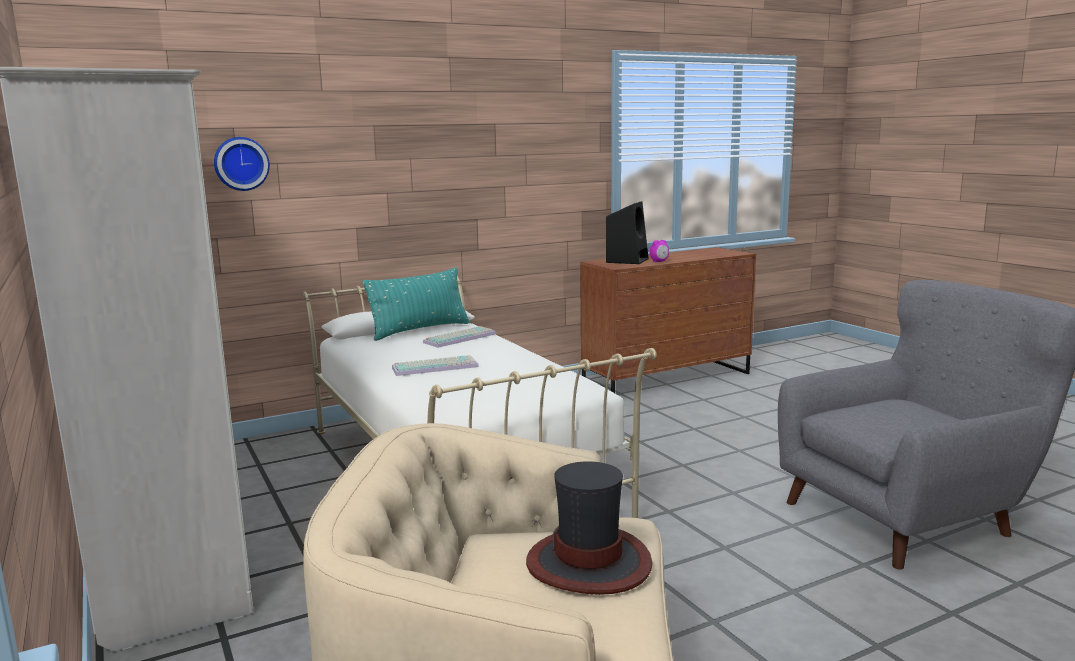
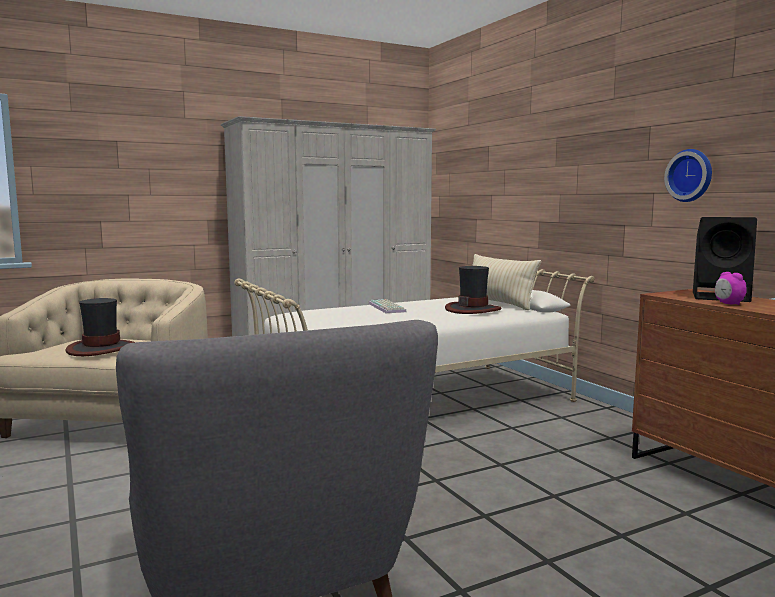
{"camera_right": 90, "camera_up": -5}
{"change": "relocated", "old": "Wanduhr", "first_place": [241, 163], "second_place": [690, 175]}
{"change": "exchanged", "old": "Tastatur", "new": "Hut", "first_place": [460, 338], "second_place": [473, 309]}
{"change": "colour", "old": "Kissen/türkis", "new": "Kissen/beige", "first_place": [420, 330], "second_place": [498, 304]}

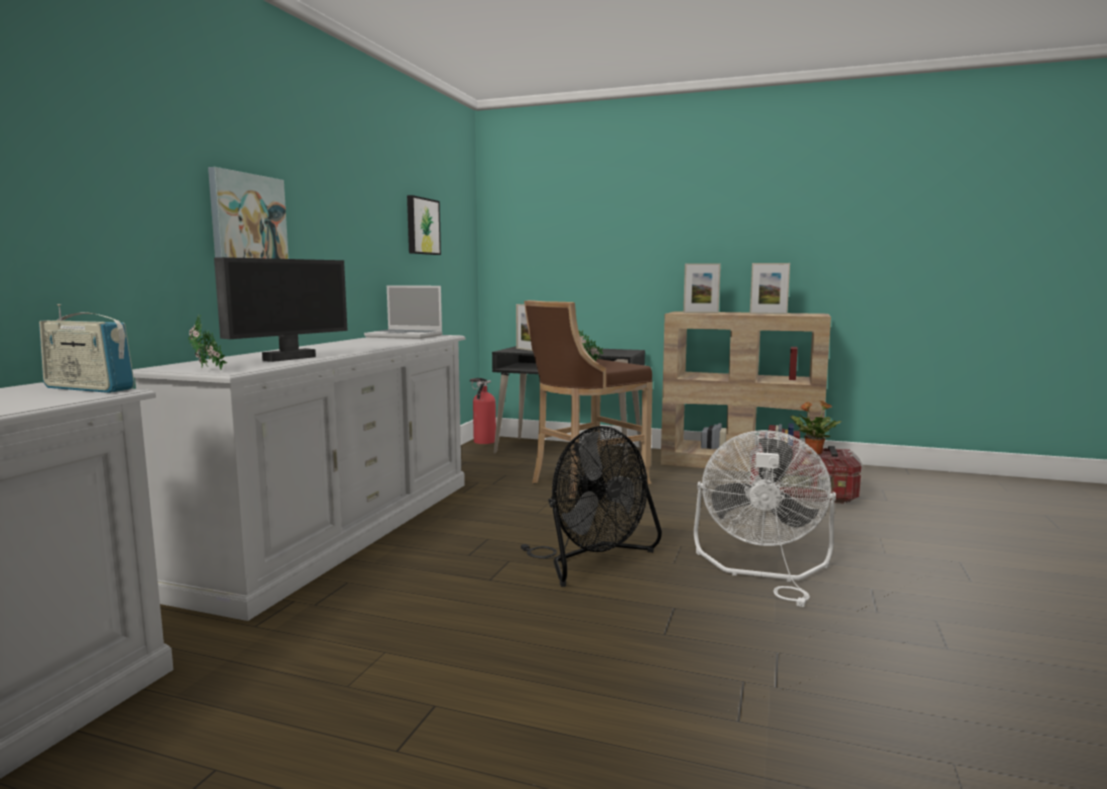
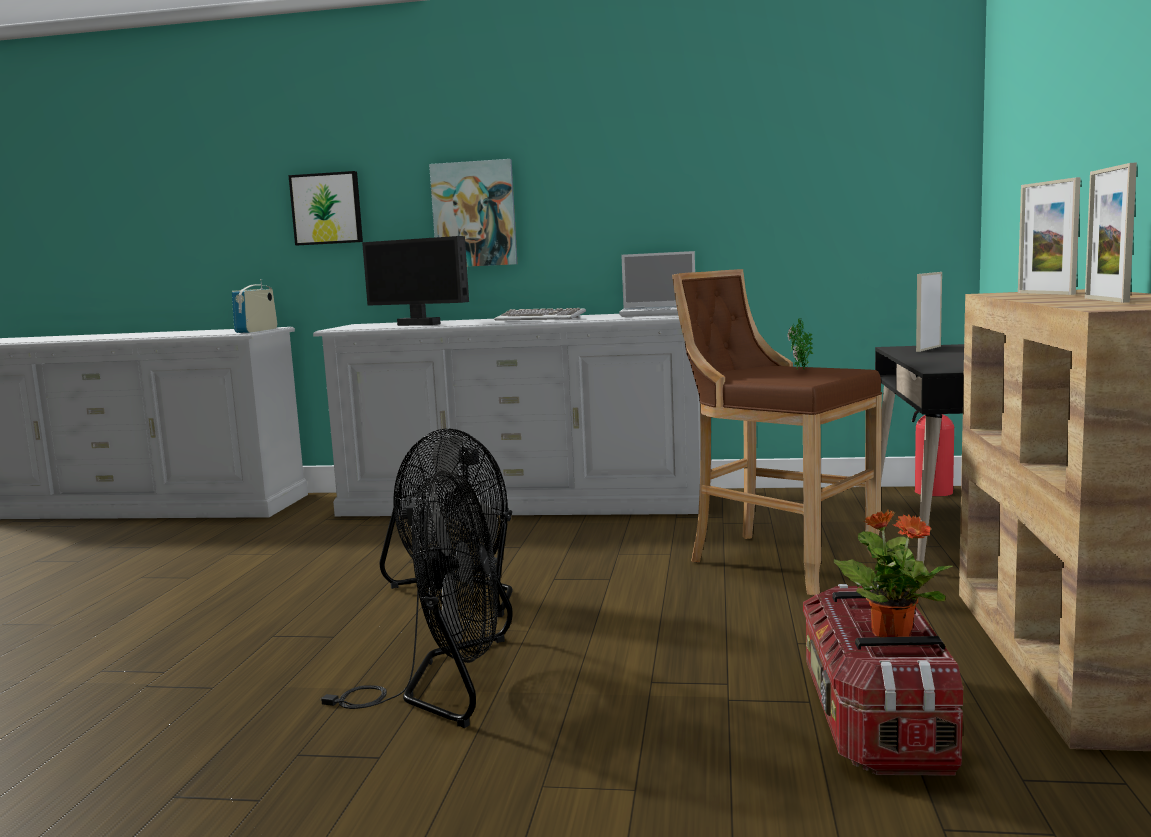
{"camera_right": 80, "camera_up": 0}
{"change": "missing", "old": "Topfpflanze", "first_place": [208, 371]}
{"change": "appeared", "new": "Tastatur", "second_place": [541, 319]}
{"change": "relocated", "old": "Bild", "first_place": [422, 226], "second_place": [327, 208]}
{"change": "colour", "old": "Ventilator/weiß", "new": "Ventilator/schwarz", "first_place": [766, 570], "second_place": [444, 683]}
{"change": "spun", "old": "Laptop", "first_place": [405, 336], "second_place": [660, 313], "degrees": -90}

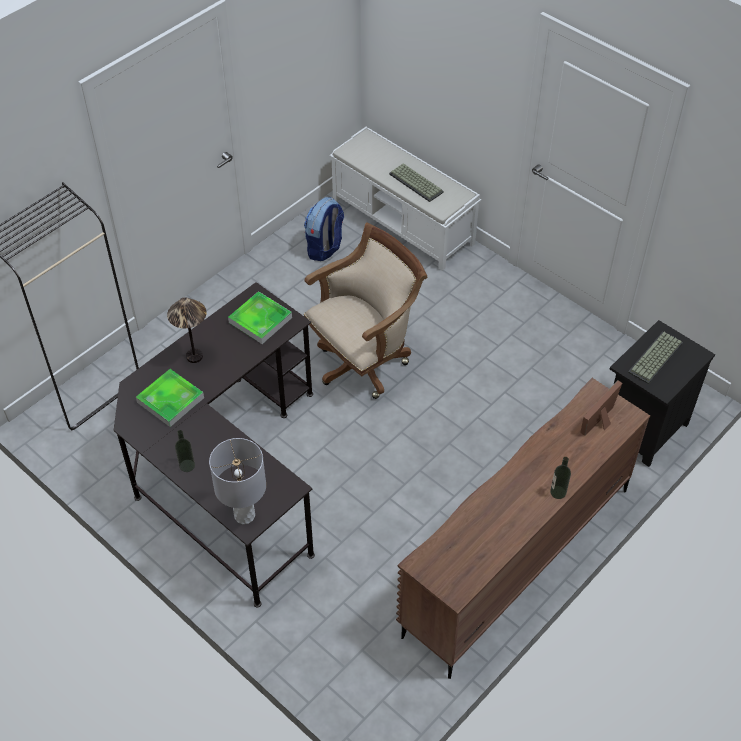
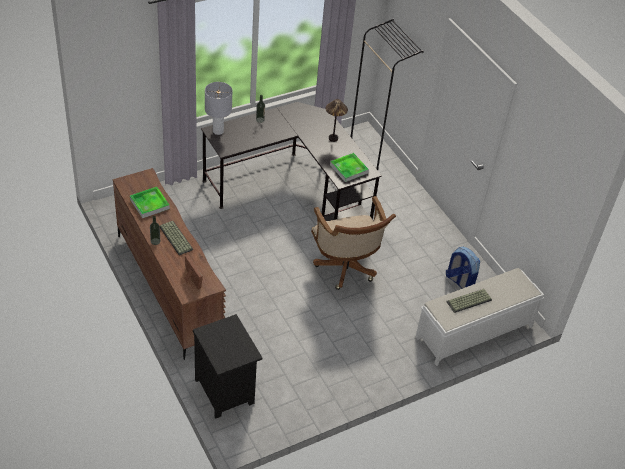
{"camera_right": 105, "camera_up": -5}
{"change": "relocated", "old": "Tablett", "first_place": [170, 400], "second_place": [149, 204]}
{"change": "relocated", "old": "Tastatur", "first_place": [656, 359], "second_place": [175, 238]}

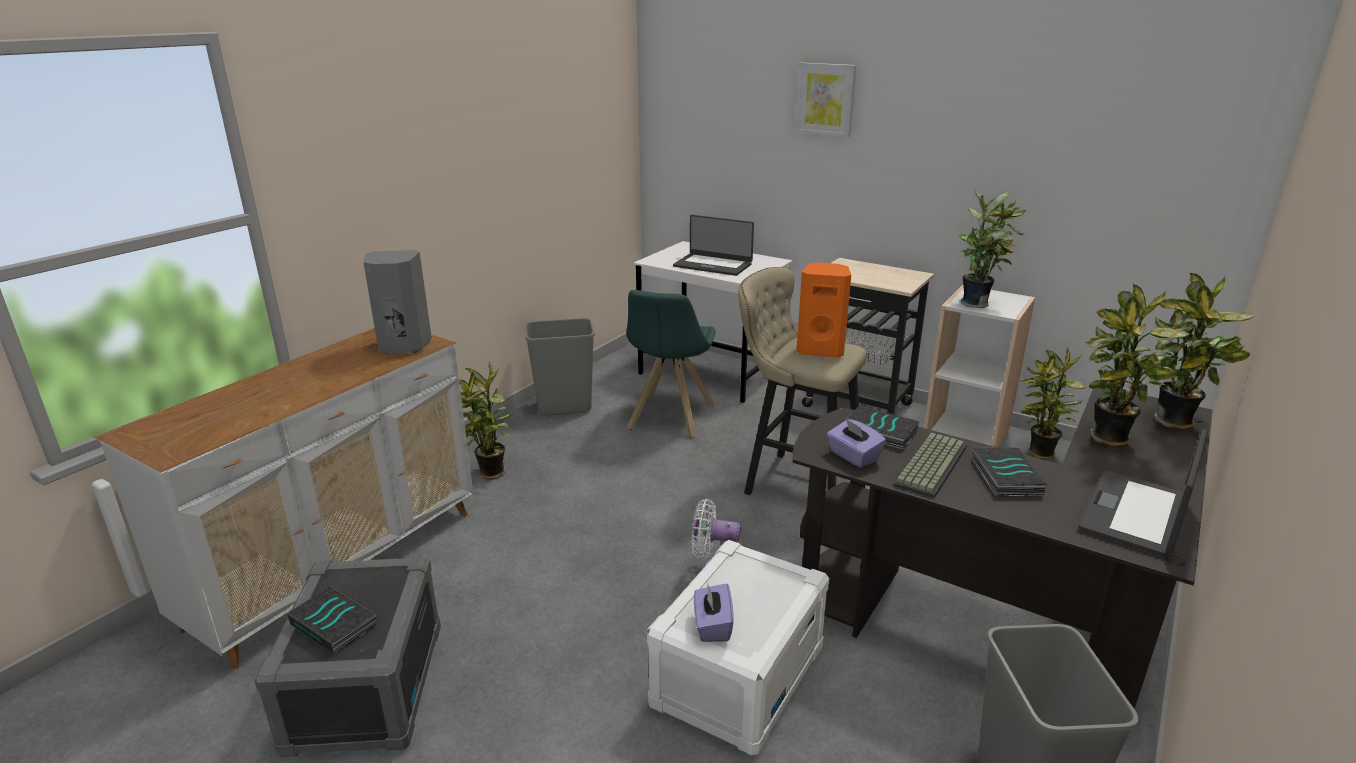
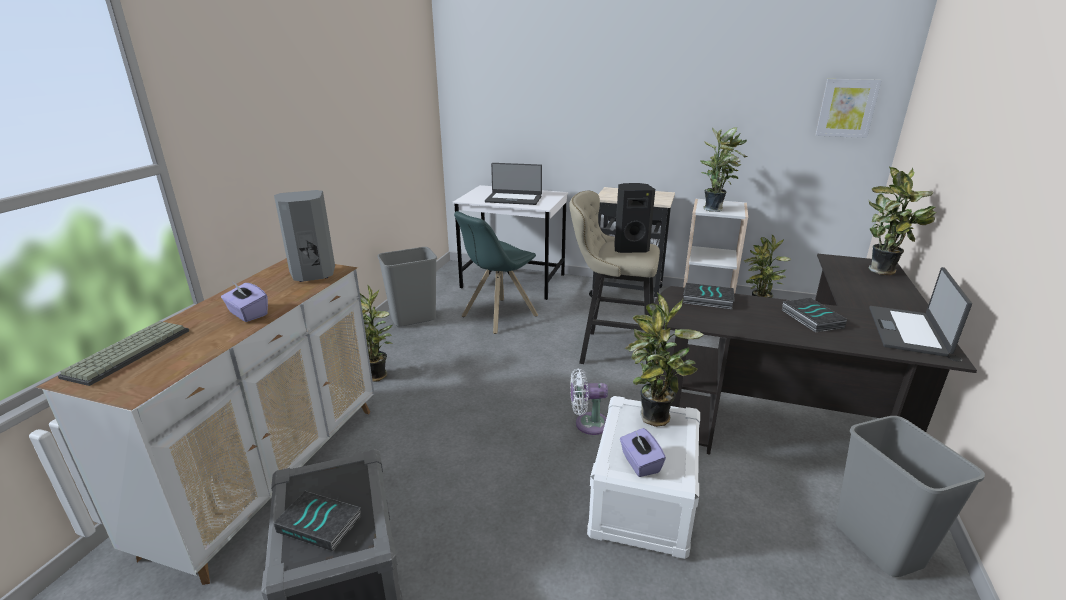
{"camera_right": -15, "camera_up": 0}
{"change": "relocated", "old": "Bild", "first_place": [825, 99], "second_place": [846, 108]}
{"change": "relocated", "old": "Taschentuchbox/lila", "first_place": [853, 456], "second_place": [247, 314]}
{"change": "relocated", "old": "Tastatur", "first_place": [929, 464], "second_place": [128, 352]}
{"change": "relocated", "old": "Topfpflanze", "first_place": [1108, 440], "second_place": [654, 420]}
{"change": "colour", "old": "Lautsprecher/orange", "new": "Lautsprecher/schwarz", "first_place": [820, 350], "second_place": [630, 249]}
{"change": "spun", "old": "Stuhl/türkis", "first_place": [670, 417], "second_place": [498, 316], "degrees": 45}

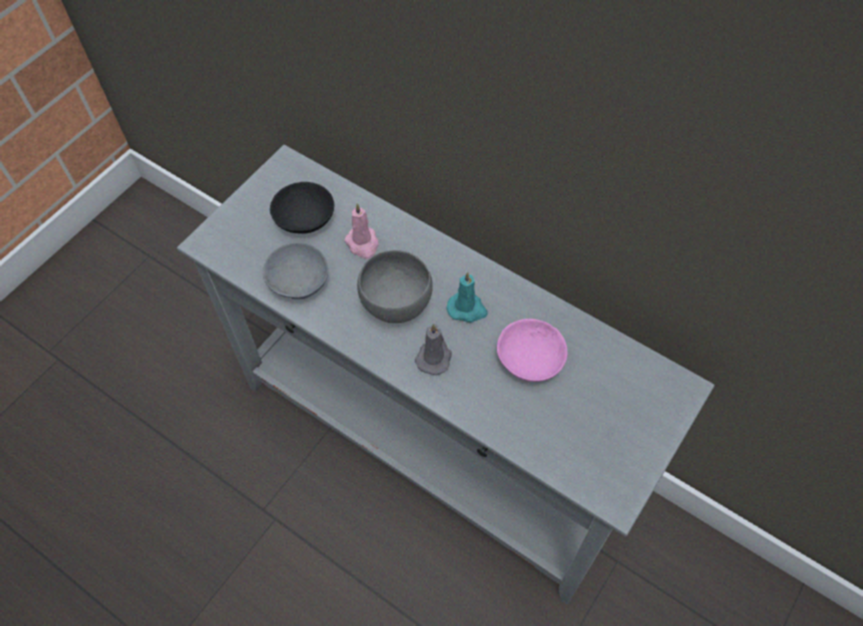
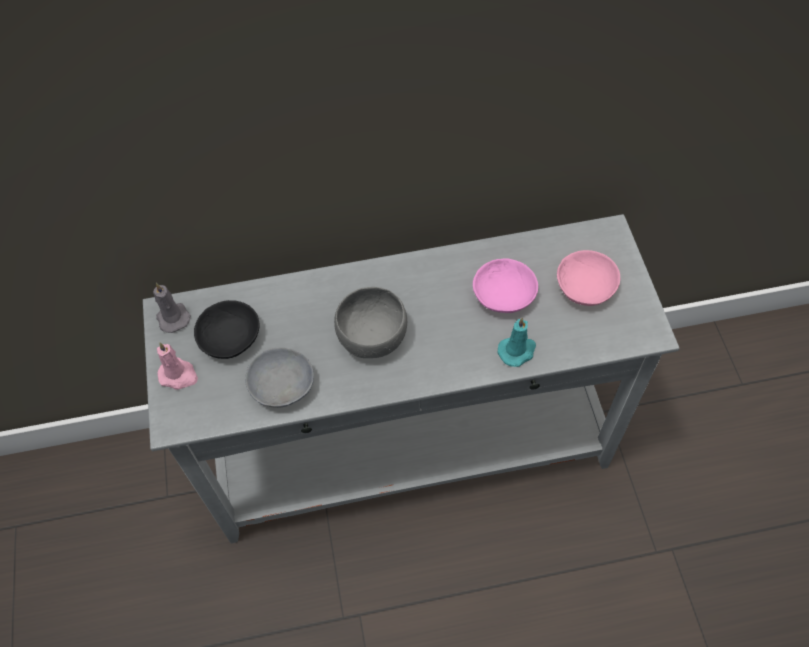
{"camera_right": -45, "camera_up": 0}
{"change": "appeared", "new": "Schüssel/rosa", "second_place": [586, 289]}
{"change": "relocated", "old": "Kerze/rosa", "first_place": [363, 244], "second_place": [179, 375]}
{"change": "relocated", "old": "Kerze/grau", "first_place": [434, 357], "second_place": [172, 317]}
{"change": "relocated", "old": "Kerze/türkis", "first_place": [467, 309], "second_place": [517, 351]}

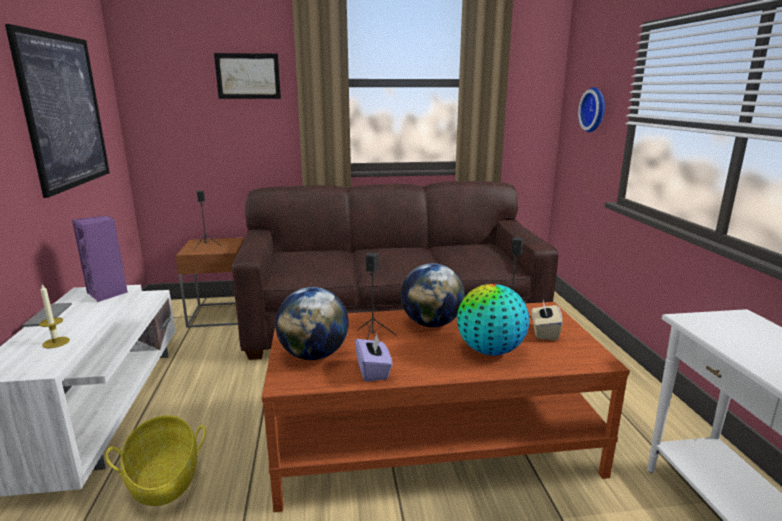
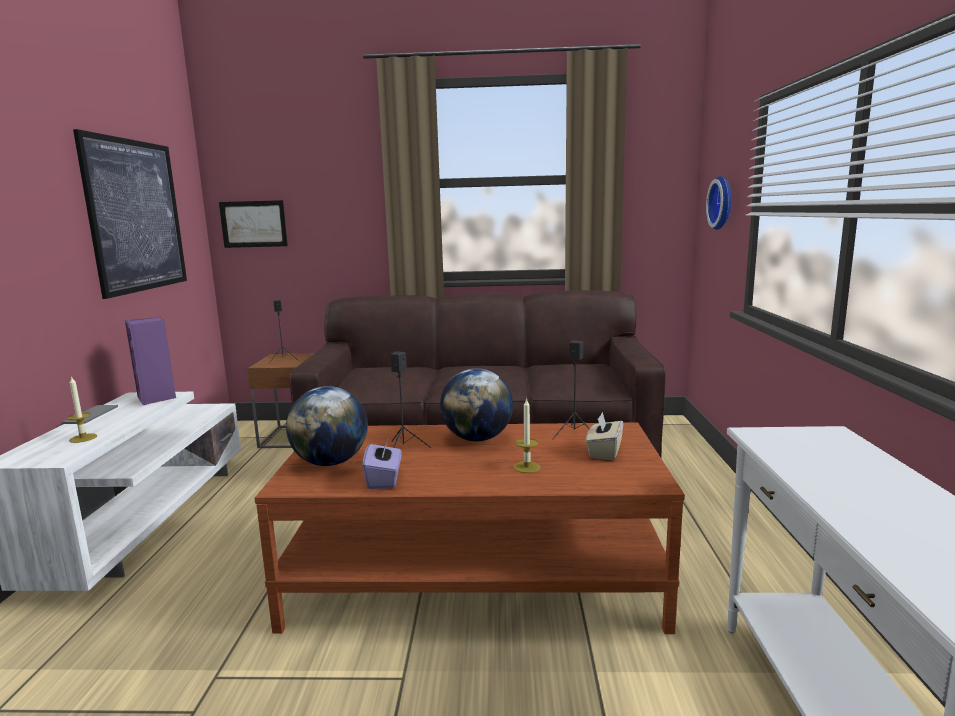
{"camera_right": 10, "camera_up": -5}
{"change": "missing", "old": "Korb", "first_place": [164, 479]}
{"change": "relocated", "old": "Bild", "first_place": [248, 76], "second_place": [253, 224]}
{"change": "exchanged", "old": "Globus", "new": "Kerze", "first_place": [490, 351], "second_place": [527, 467]}

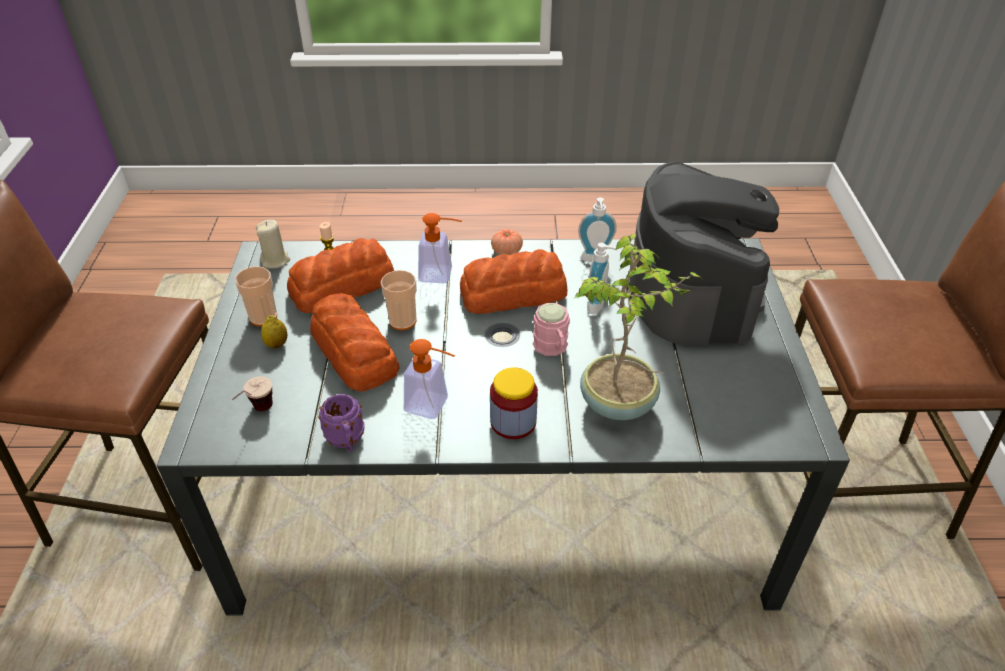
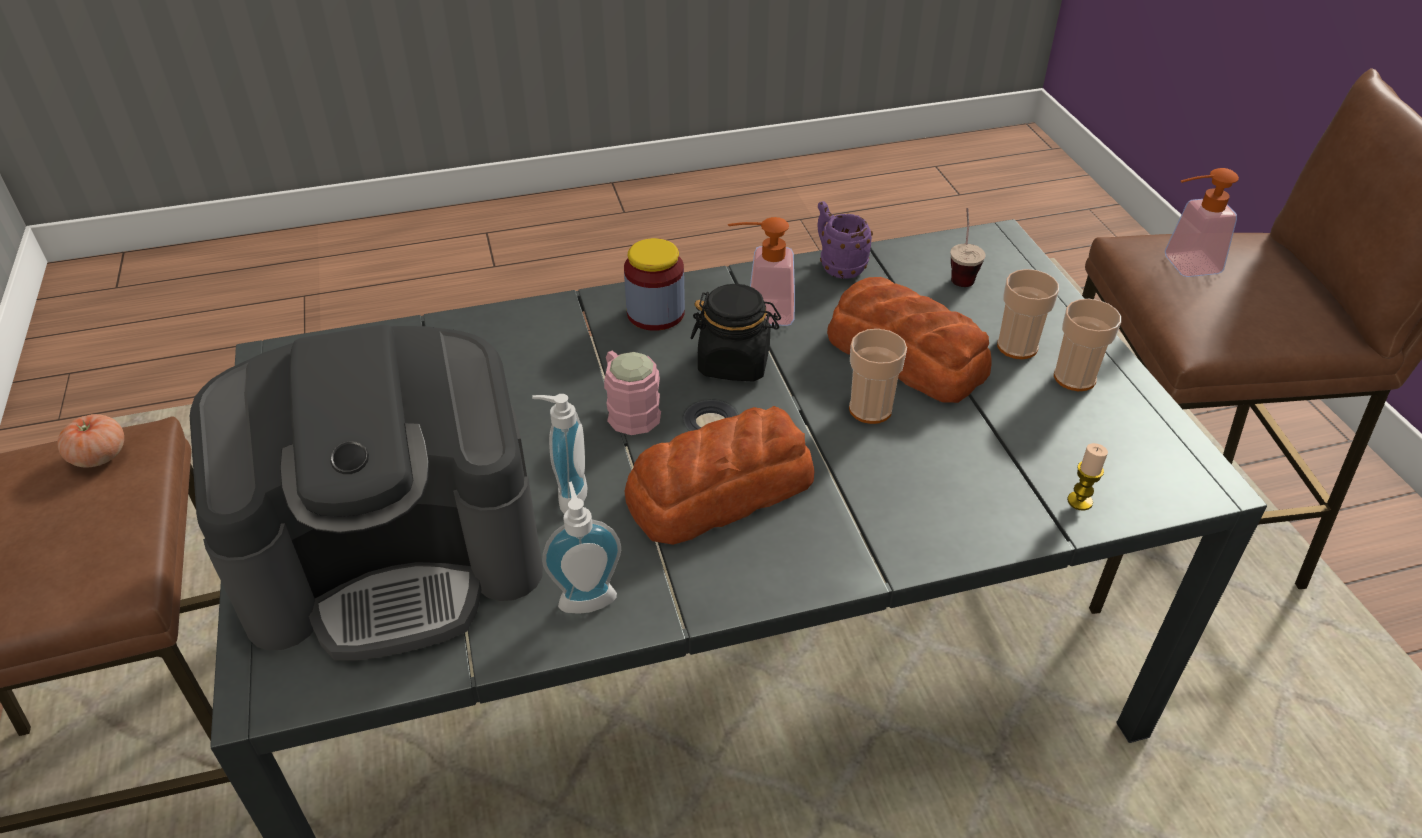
{"camera_right": 165, "camera_up": 0}
{"change": "missing", "old": "Kerze/beige", "first_place": [275, 260]}
{"change": "missing", "old": "Brot", "first_place": [344, 286]}
{"change": "missing", "old": "Topfpflanze", "first_place": [619, 404]}
{"change": "appeared", "new": "Vorratsglas/schwarz", "second_place": [734, 362]}
{"change": "relocated", "old": "Seifenspender", "first_place": [442, 275], "second_place": [1182, 265]}
{"change": "relocated", "old": "Tomate", "first_place": [506, 251], "second_place": [99, 456]}
{"change": "exchanged", "old": "Zitrone", "new": "Tasse", "first_place": [277, 344], "second_place": [1017, 346]}
{"change": "spun", "old": "Kaffeemaschine", "first_place": [691, 292], "second_place": [396, 555], "degrees": -90}

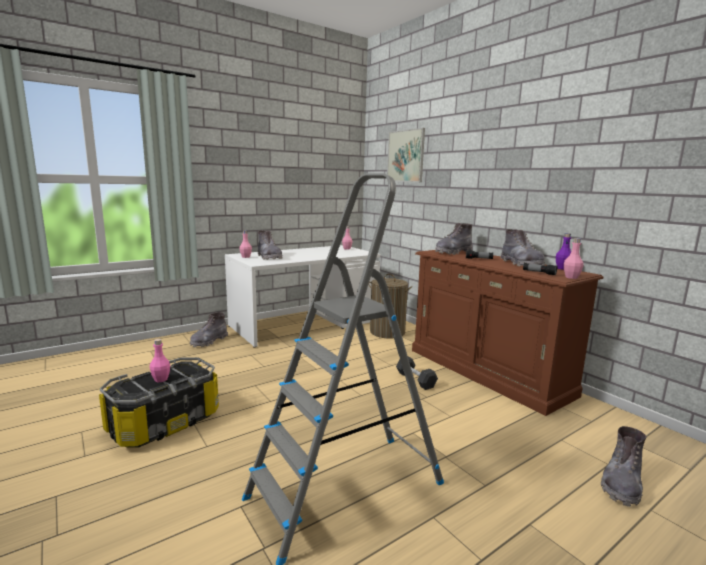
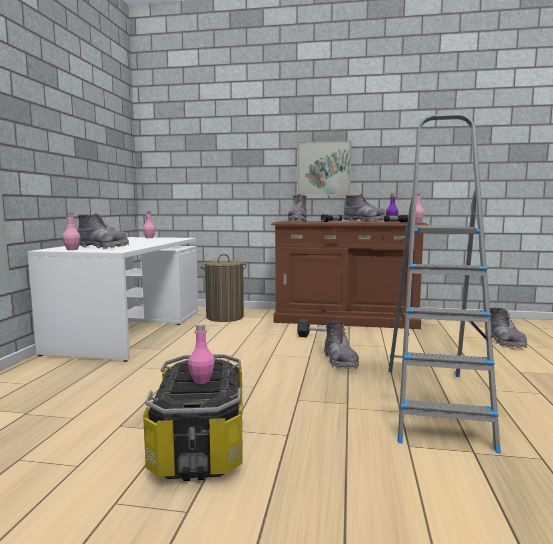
{"camera_right": -45, "camera_up": -5}
{"change": "relocated", "old": "Stiefel/grau", "first_place": [209, 341], "second_place": [340, 361]}
{"change": "relocated", "old": "Bild", "first_place": [405, 156], "second_place": [324, 168]}

